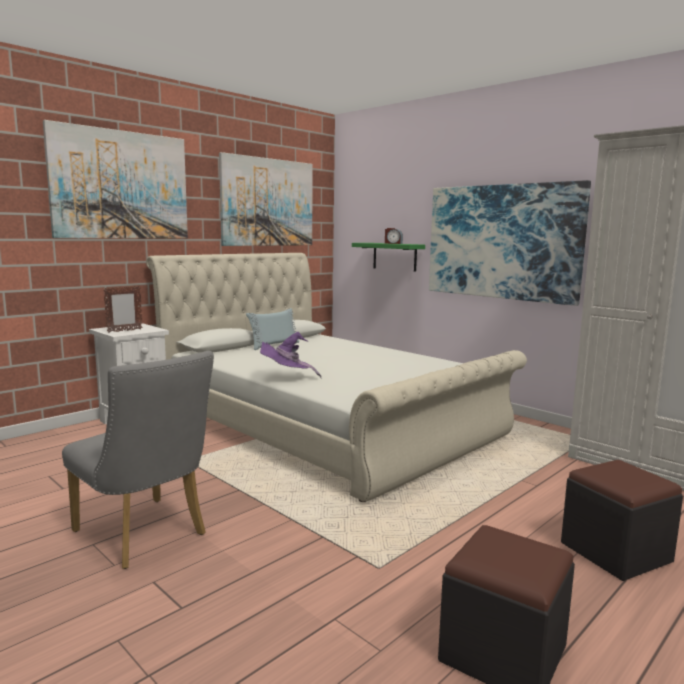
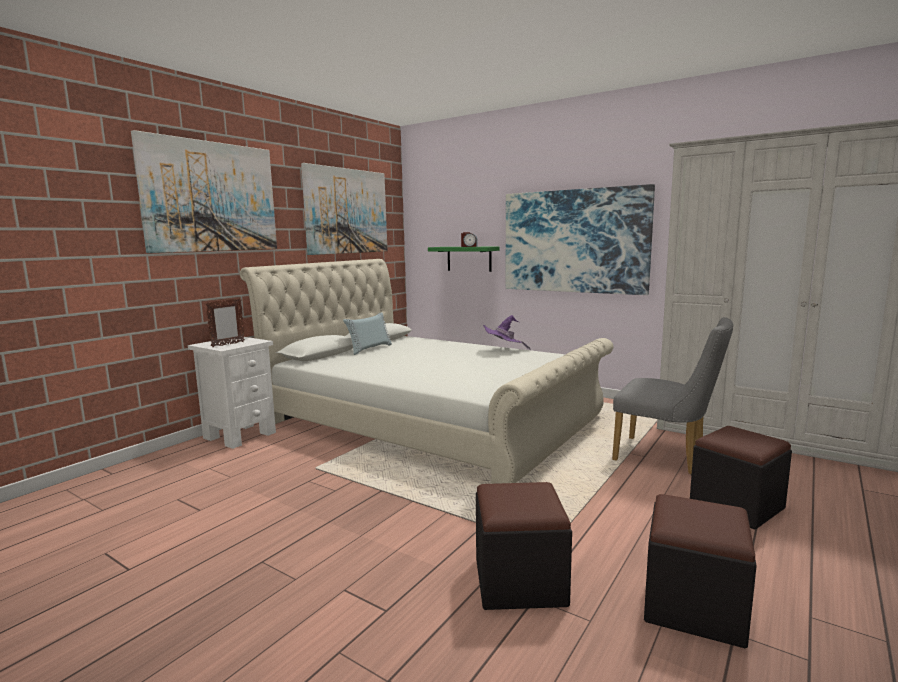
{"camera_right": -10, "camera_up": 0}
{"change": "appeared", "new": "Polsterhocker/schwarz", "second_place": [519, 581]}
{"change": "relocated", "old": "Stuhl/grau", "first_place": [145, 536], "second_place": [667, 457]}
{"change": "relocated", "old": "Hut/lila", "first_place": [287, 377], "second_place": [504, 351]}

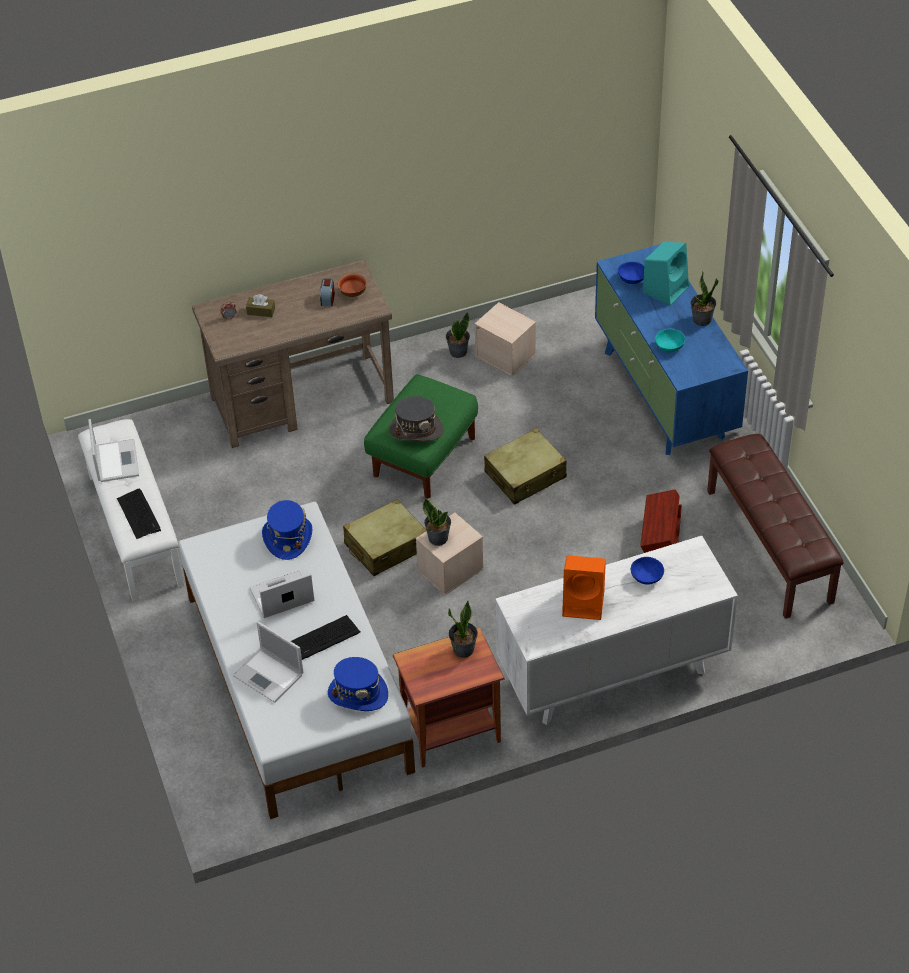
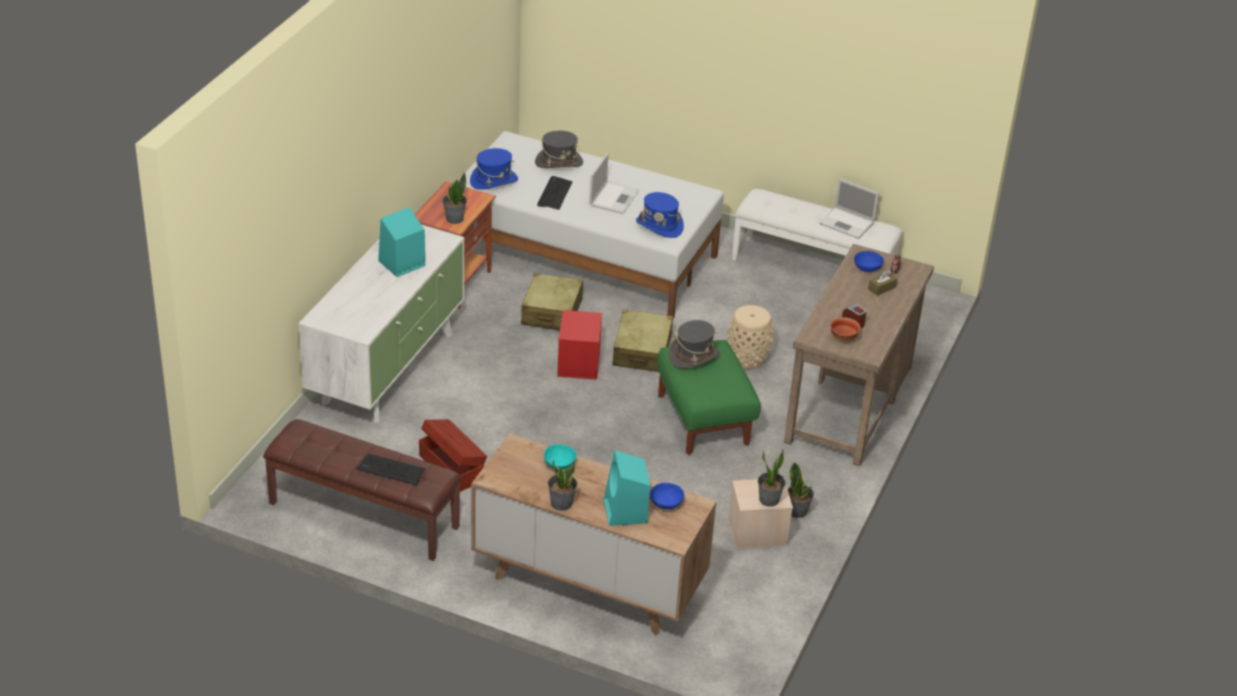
{"camera_right": 130, "camera_up": -10}
{"change": "appeared", "new": "Hocker/beige", "second_place": [747, 358]}
{"change": "relocated", "old": "Tastatur", "first_place": [139, 514], "second_place": [391, 470]}
{"change": "relocated", "old": "Topfpflanze", "first_place": [438, 538], "second_place": [769, 500]}
{"change": "relocated", "old": "Koffer/beige", "first_place": [525, 475], "second_place": [551, 312]}
{"change": "relocated", "old": "Schüssel/blau", "first_place": [646, 576], "second_place": [868, 268]}
{"change": "exchanged", "old": "Laptop", "new": "Hut/grau", "first_place": [269, 675], "second_place": [559, 162]}
{"change": "colour", "old": "Aufbewahrungsbox/beige", "new": "Aufbewahrungsbox/rot", "first_place": [450, 570], "second_place": [578, 362]}
{"change": "colour", "old": "Lautsprecher/orange", "new": "Lautsprecher/türkis", "first_place": [584, 603], "second_place": [401, 264]}
{"change": "colour", "old": "Kommode/blau", "new": "Kommode/grün", "first_place": [665, 393], "second_place": [588, 585]}

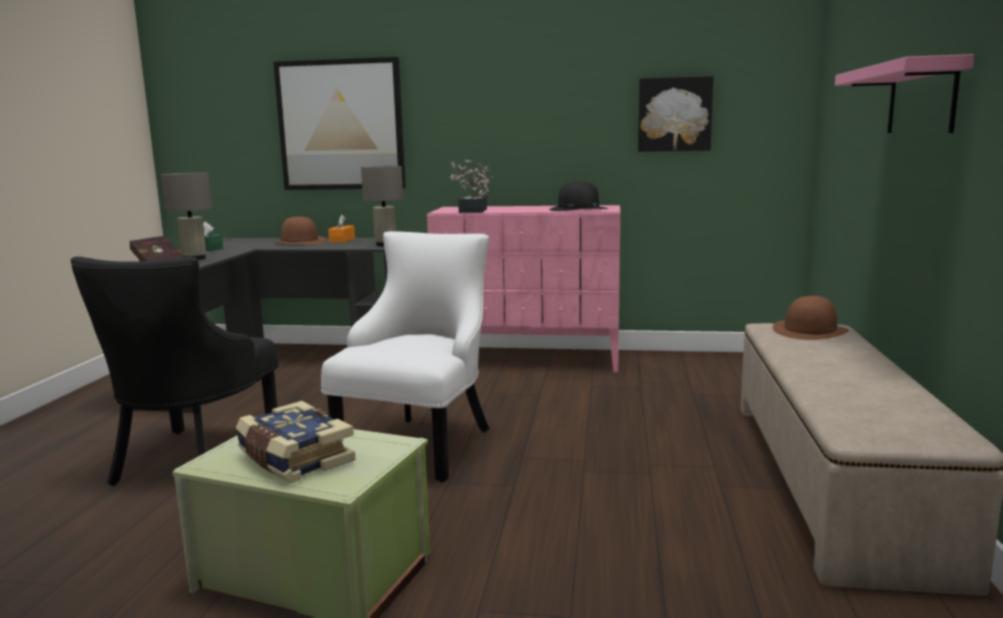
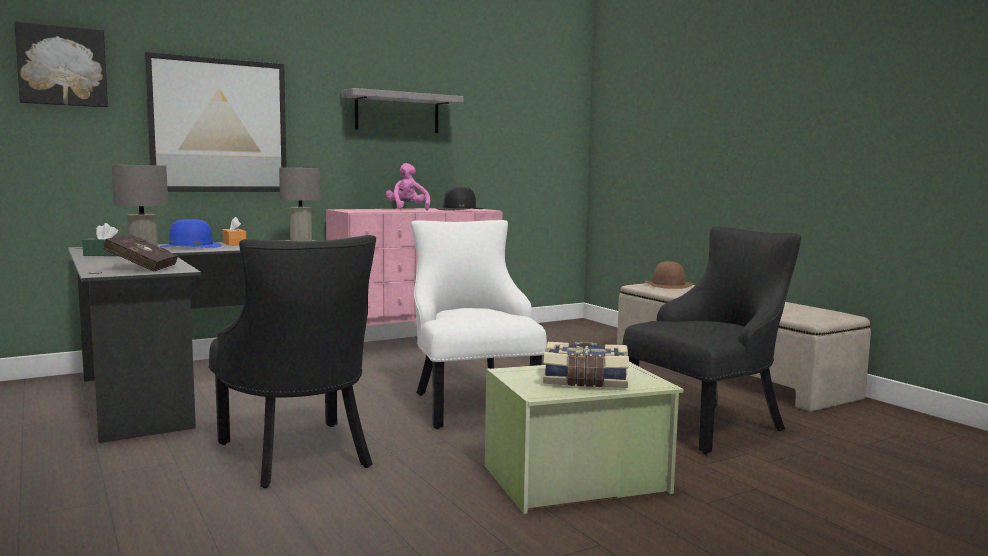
{"camera_right": -40, "camera_up": -5}
{"change": "missing", "old": "Topfpflanze", "first_place": [471, 211]}
{"change": "missing", "old": "Wandregal/rosa", "first_place": [921, 99]}
{"change": "appeared", "new": "Wandregal/grau", "second_place": [397, 113]}
{"change": "appeared", "new": "Plüschtier/rosa", "second_place": [407, 209]}
{"change": "appeared", "new": "Stuhl/schwarz", "second_place": [705, 427]}
{"change": "relocated", "old": "Bild", "first_place": [674, 114], "second_place": [62, 66]}
{"change": "colour", "old": "Hut/braun", "new": "Hut/blau", "first_place": [299, 241], "second_place": [190, 246]}

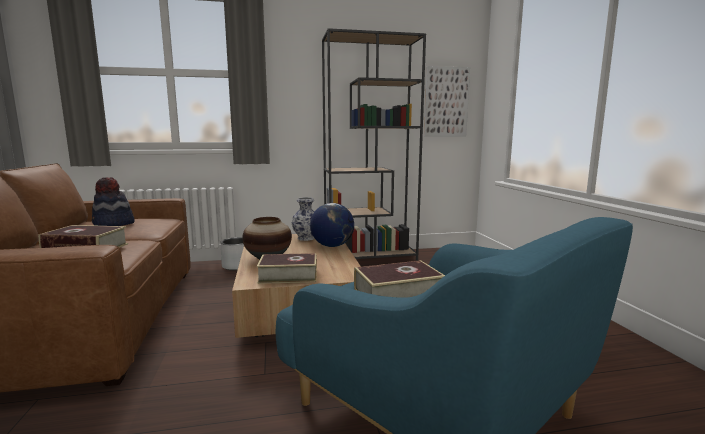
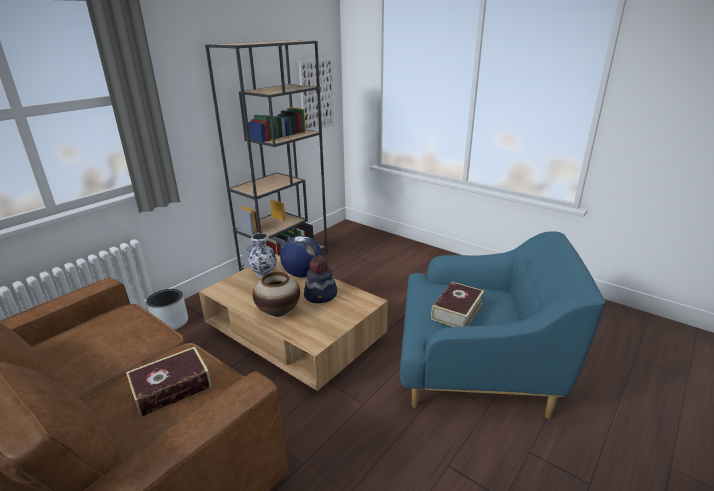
{"camera_right": -40, "camera_up": 15}
{"change": "missing", "old": "Buch", "first_place": [288, 276]}
{"change": "relocated", "old": "Hut", "first_place": [113, 224], "second_place": [321, 295]}

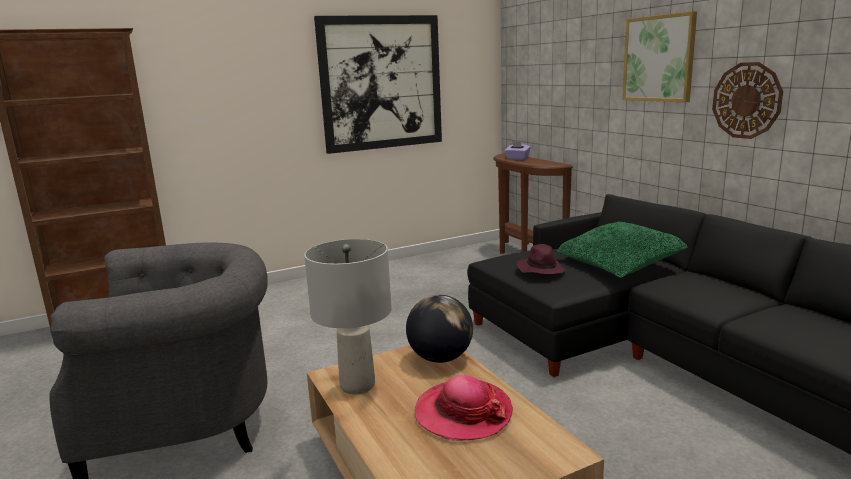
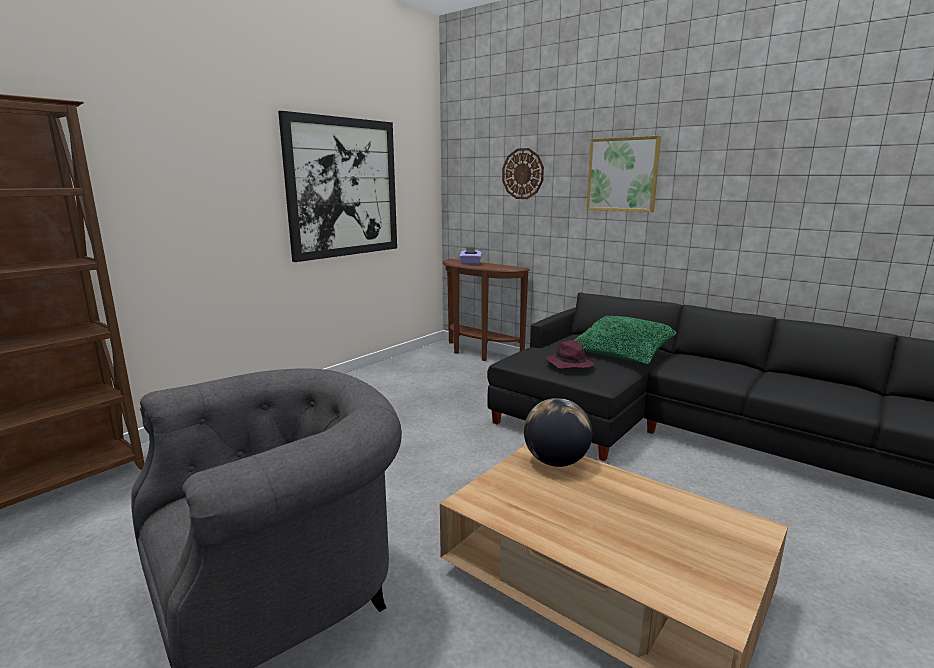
{"camera_right": -25, "camera_up": 0}
{"change": "missing", "old": "Tischlampe/grau", "first_place": [358, 386]}
{"change": "missing", "old": "Hut", "first_place": [463, 413]}
{"change": "relocated", "old": "Wanduhr", "first_place": [746, 100], "second_place": [523, 174]}

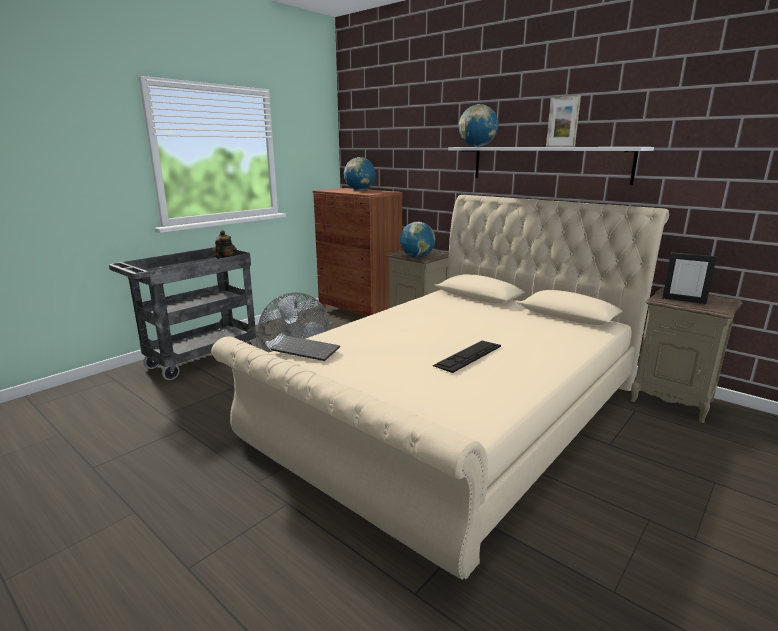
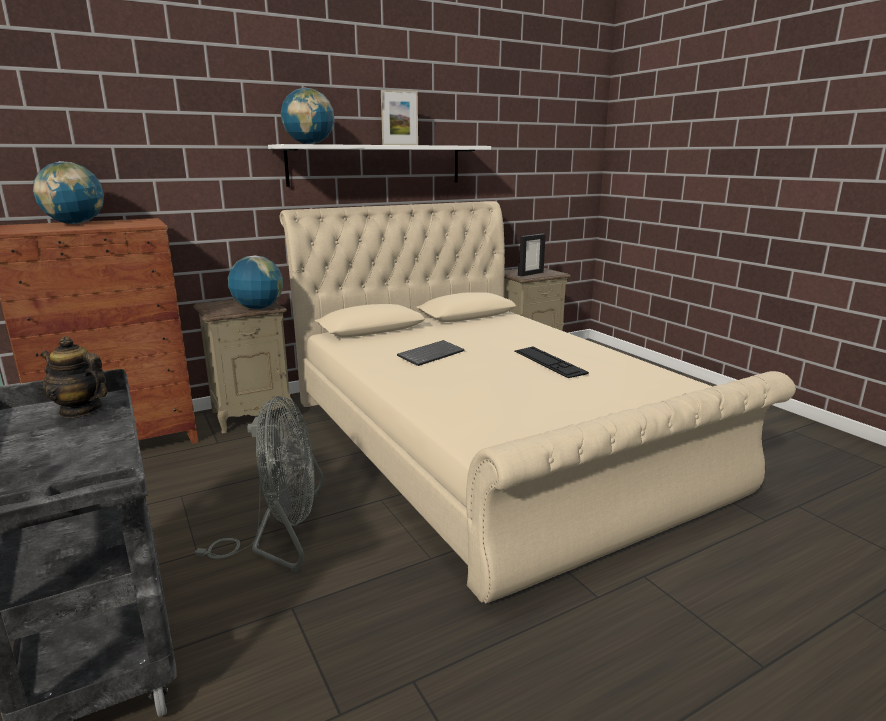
{"camera_right": -70, "camera_up": 0}
{"change": "relocated", "old": "Tastatur", "first_place": [306, 349], "second_place": [431, 354]}

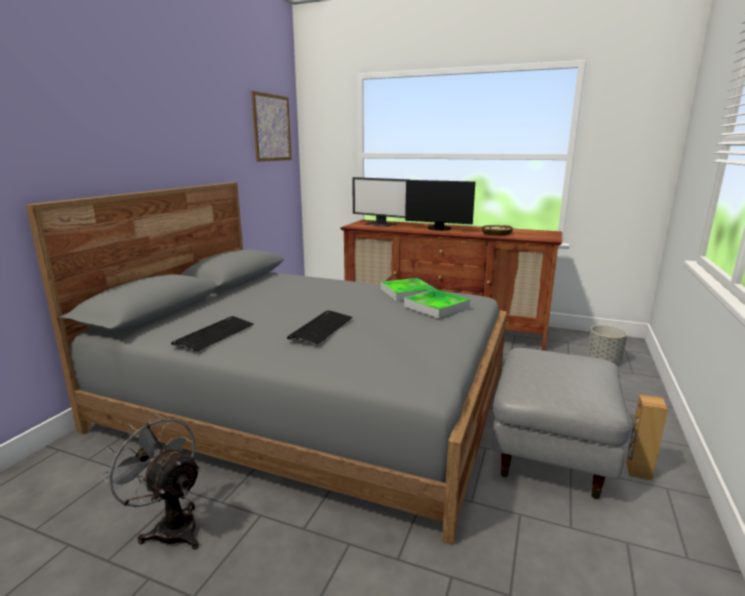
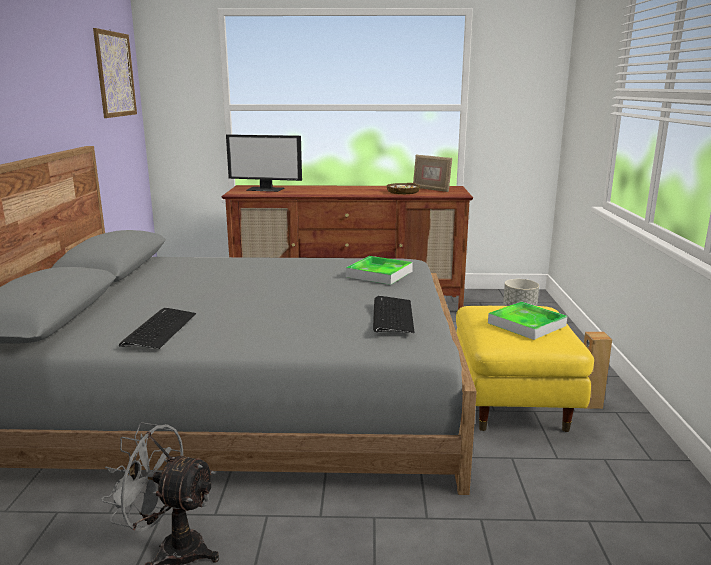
{"camera_right": -20, "camera_up": 0}
{"change": "missing", "old": "Monitor", "first_place": [439, 229]}
{"change": "appeared", "new": "Bilderrahmen", "second_place": [431, 189]}
{"change": "relocated", "old": "Tastatur", "first_place": [321, 328], "second_place": [392, 316]}
{"change": "relocated", "old": "Tablett", "first_place": [407, 293], "second_place": [526, 324]}
{"change": "colour", "old": "Polsterhocker/grau", "new": "Polsterhocker/gelb", "first_place": [550, 451], "second_place": [511, 402]}

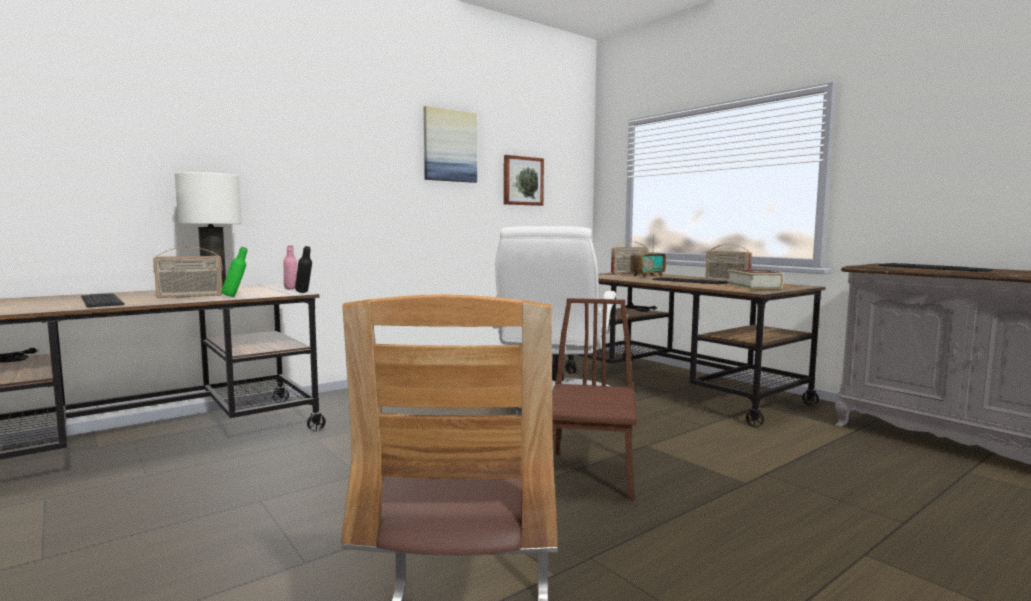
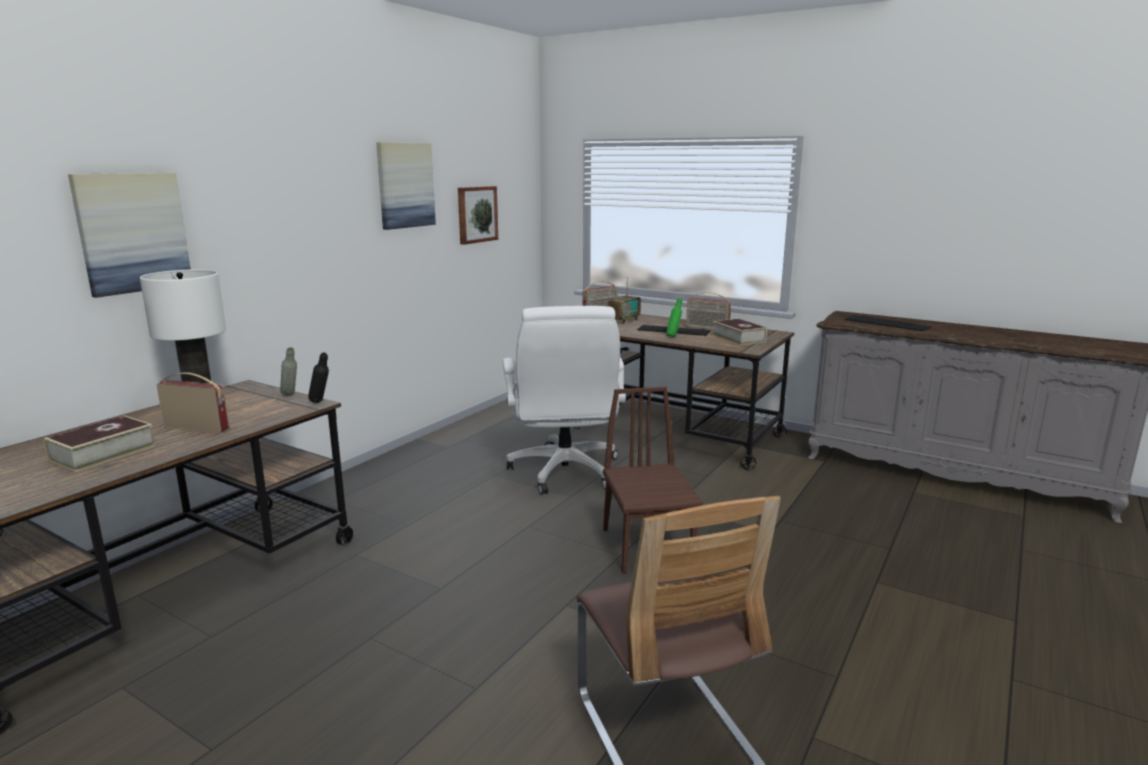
{"camera_right": -20, "camera_up": 10}
{"change": "appeared", "new": "Bild", "second_place": [132, 232]}
{"change": "relocated", "old": "Flasche/grün", "first_place": [236, 296], "second_place": [673, 336]}
{"change": "exchanged", "old": "Tastatur", "new": "Buch", "first_place": [101, 300], "second_place": [103, 453]}
{"change": "colour", "old": "Flasche/rosa", "new": "Flasche/grau", "first_place": [291, 289], "second_place": [291, 395]}
{"change": "spun", "old": "Radio", "first_place": [190, 296], "second_place": [197, 428], "degrees": -120}

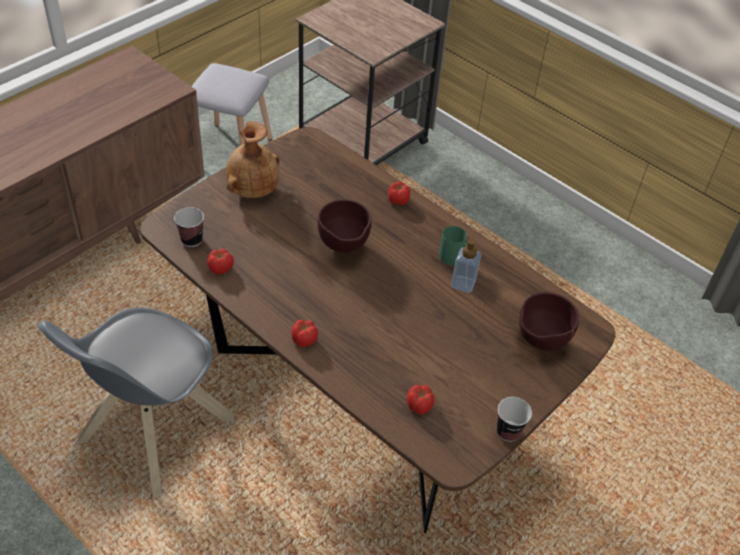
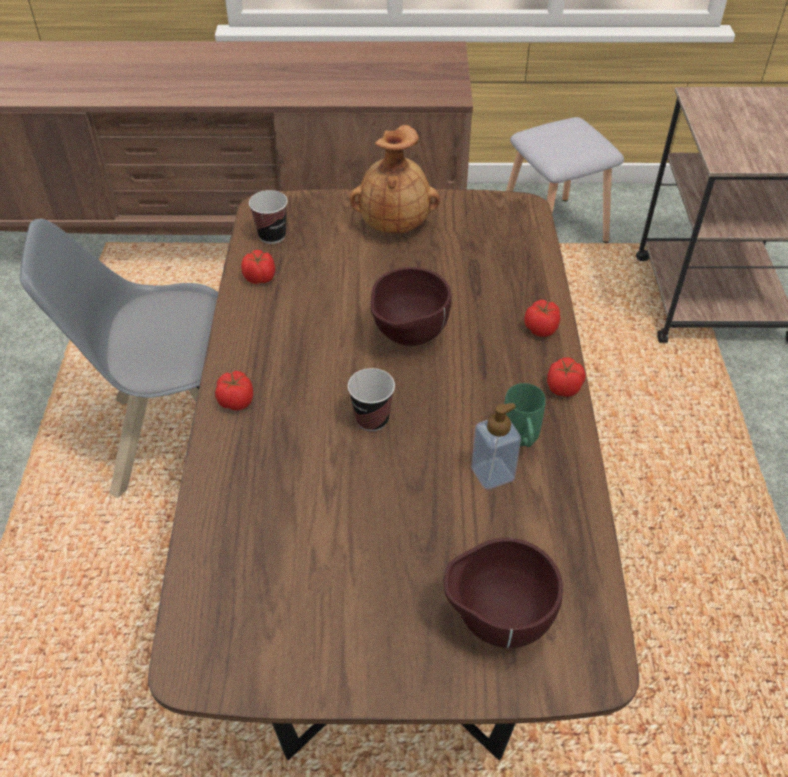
{"camera_right": 50, "camera_up": 0}
{"change": "relocated", "old": "Tomate", "first_place": [419, 406], "second_place": [562, 388]}
{"change": "relocated", "old": "Tasse", "first_place": [508, 432], "second_place": [372, 419]}

